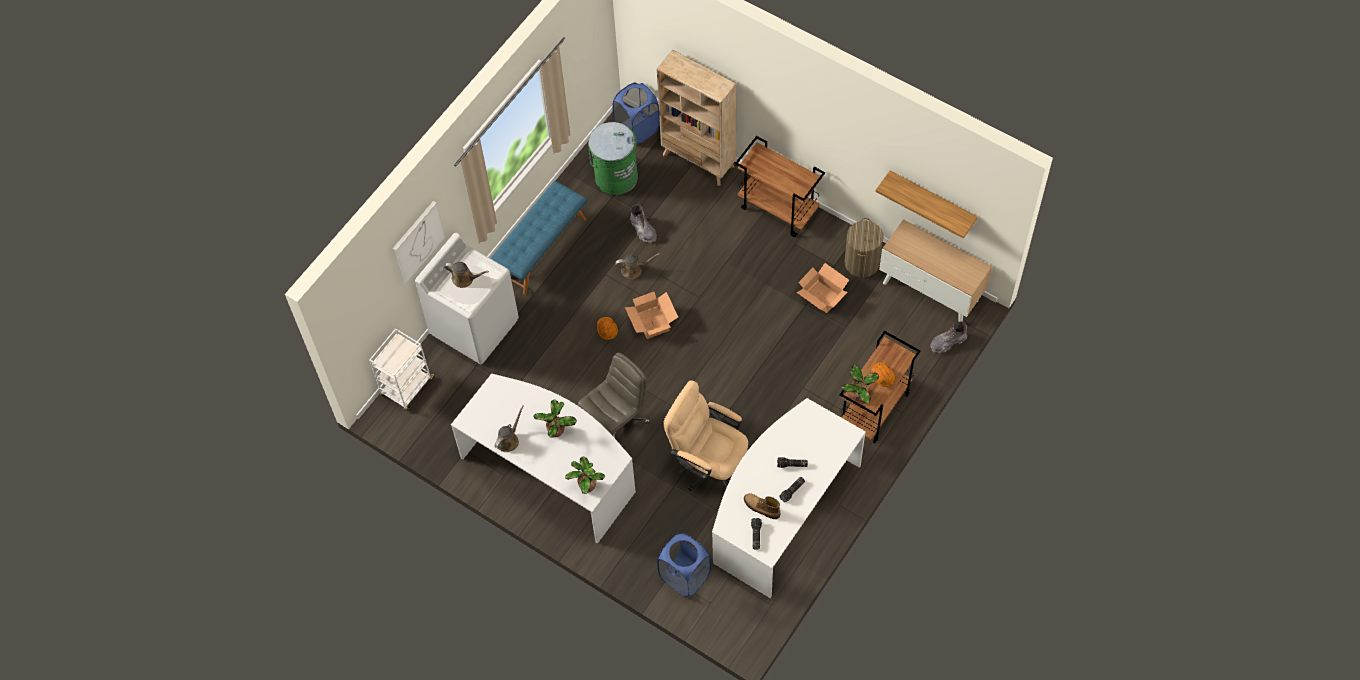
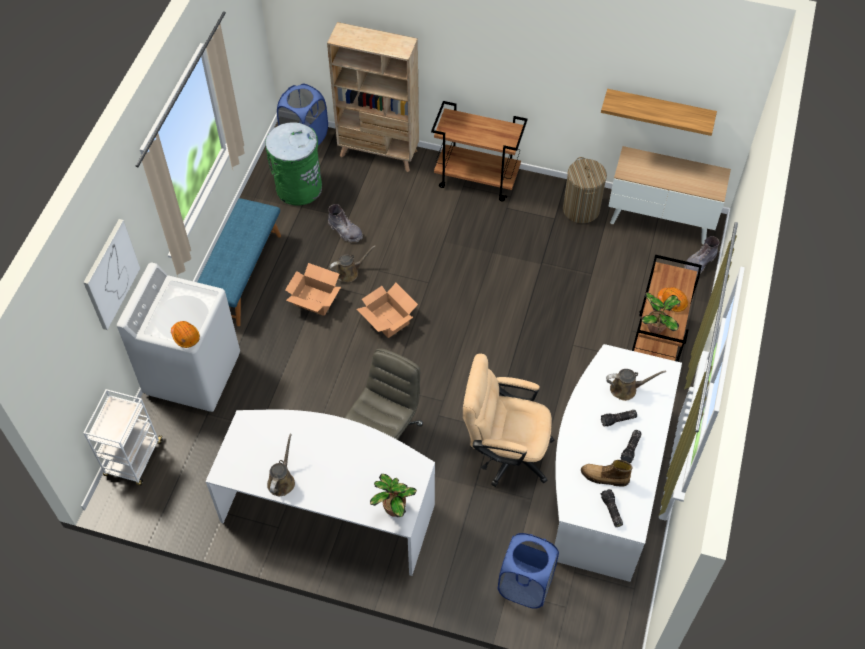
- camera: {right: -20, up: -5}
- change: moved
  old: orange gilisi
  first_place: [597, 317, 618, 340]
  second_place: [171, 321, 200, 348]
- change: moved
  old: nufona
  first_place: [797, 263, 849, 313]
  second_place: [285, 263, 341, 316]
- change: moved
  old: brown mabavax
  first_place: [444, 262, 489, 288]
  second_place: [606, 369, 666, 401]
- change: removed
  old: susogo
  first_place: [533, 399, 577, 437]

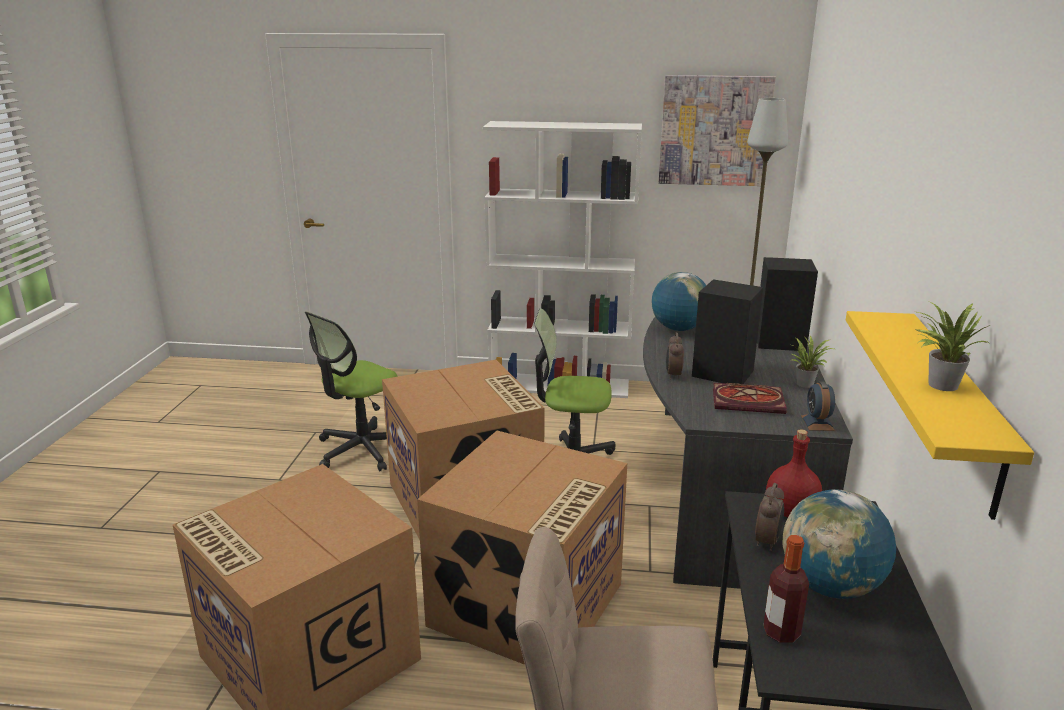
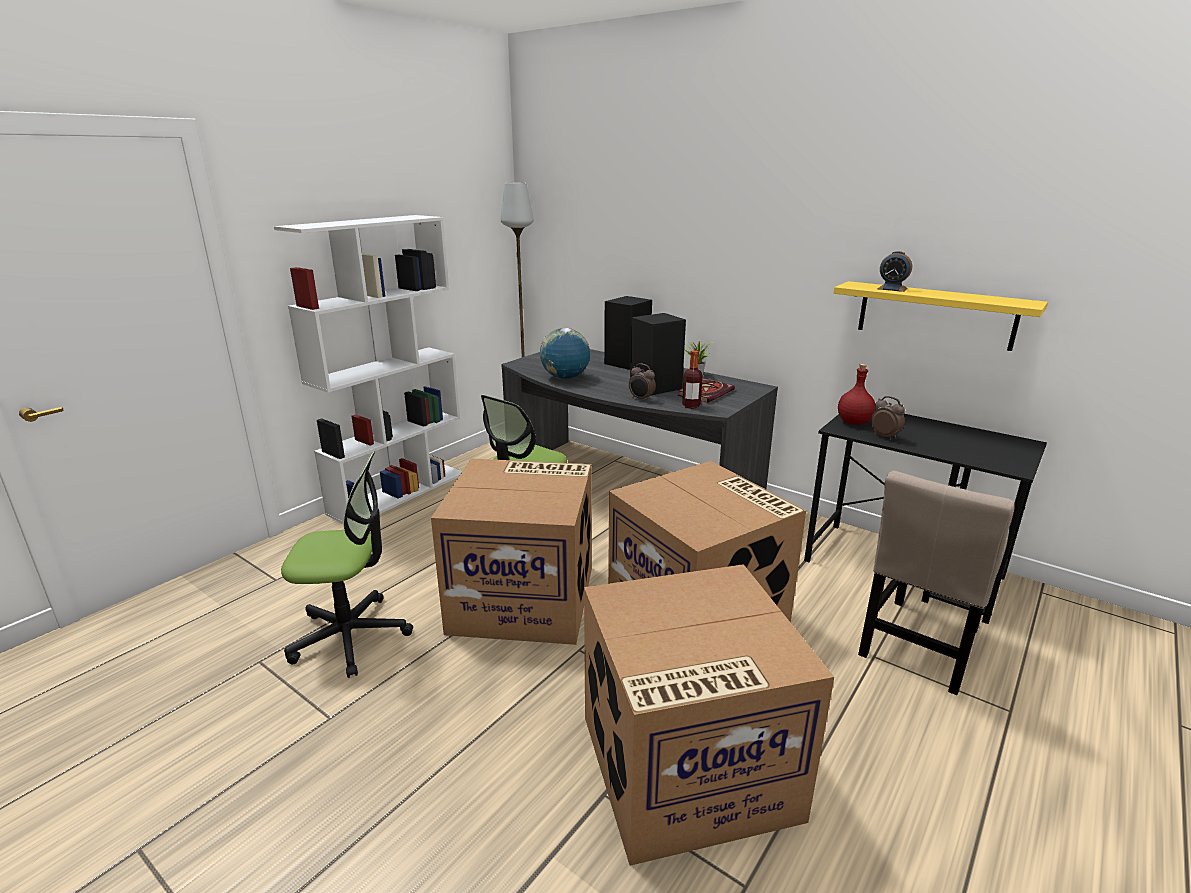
- camera: {right: -60, up: 0}
- change: turned
  old: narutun
  first_place: [305, 311, 398, 471]
  second_place: [281, 451, 413, 678]
  degrees: -75
- change: moved
  old: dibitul
  first_place: [763, 535, 809, 643]
  second_place: [682, 350, 703, 409]
- change: moved
  old: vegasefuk
  first_place: [801, 381, 835, 431]
  second_place: [878, 251, 912, 292]
- change: removed
  old: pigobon
  first_place: [659, 75, 776, 186]
- change: removed
  old: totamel
  first_place: [782, 489, 896, 599]
- change: removed
  old: susogo
  first_place: [914, 302, 990, 391]

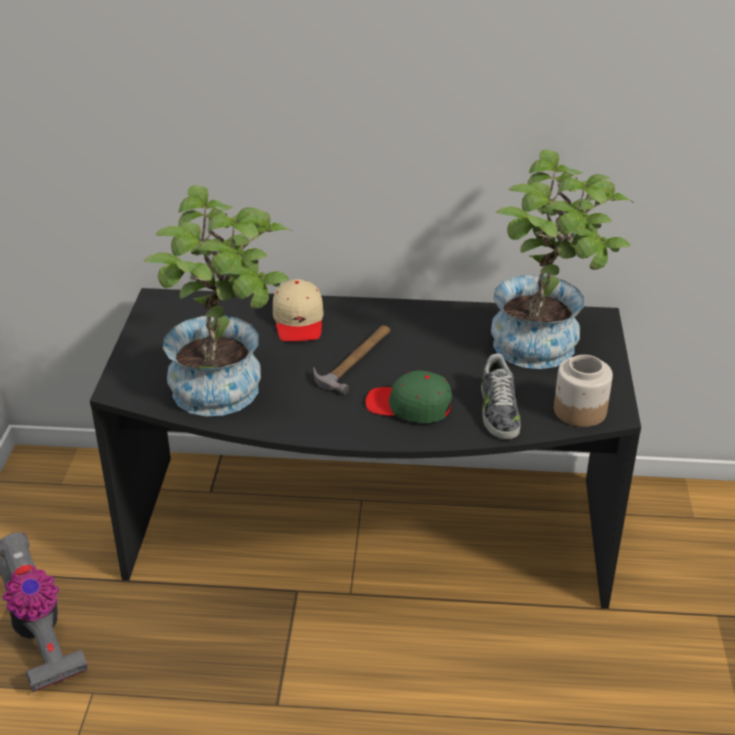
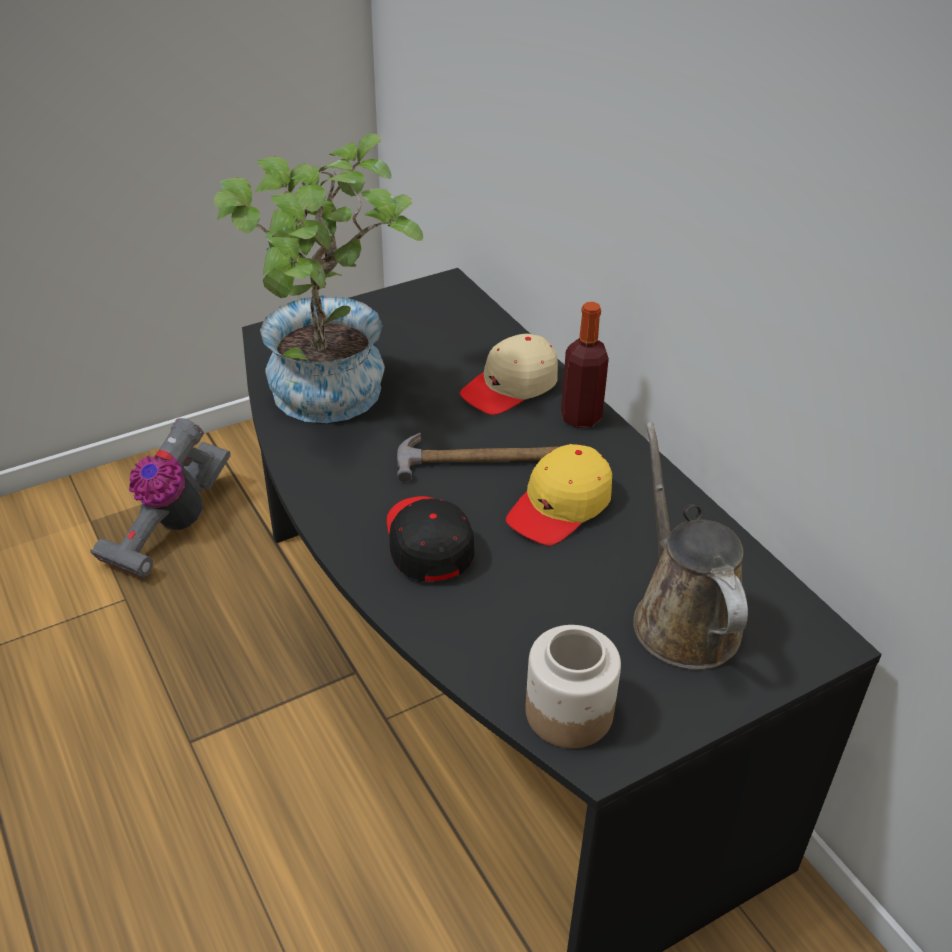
- camera: {right: 55, up: 5}
- change: recoloured
  old: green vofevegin
  new: black vofevegin
  first_place: [366, 371, 452, 423]
  second_place: [387, 496, 475, 582]
- change: added
  new: yellow vofevegin
  second_place: [506, 444, 612, 546]
- change: added
  new: dibitul
  second_place: [561, 302, 609, 428]
- change: replaced
  old: susogo
  new: brown mabavax
  first_place: [491, 150, 634, 369]
  second_place: [633, 422, 748, 670]
- change: removed
  old: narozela
  first_place: [481, 353, 520, 439]

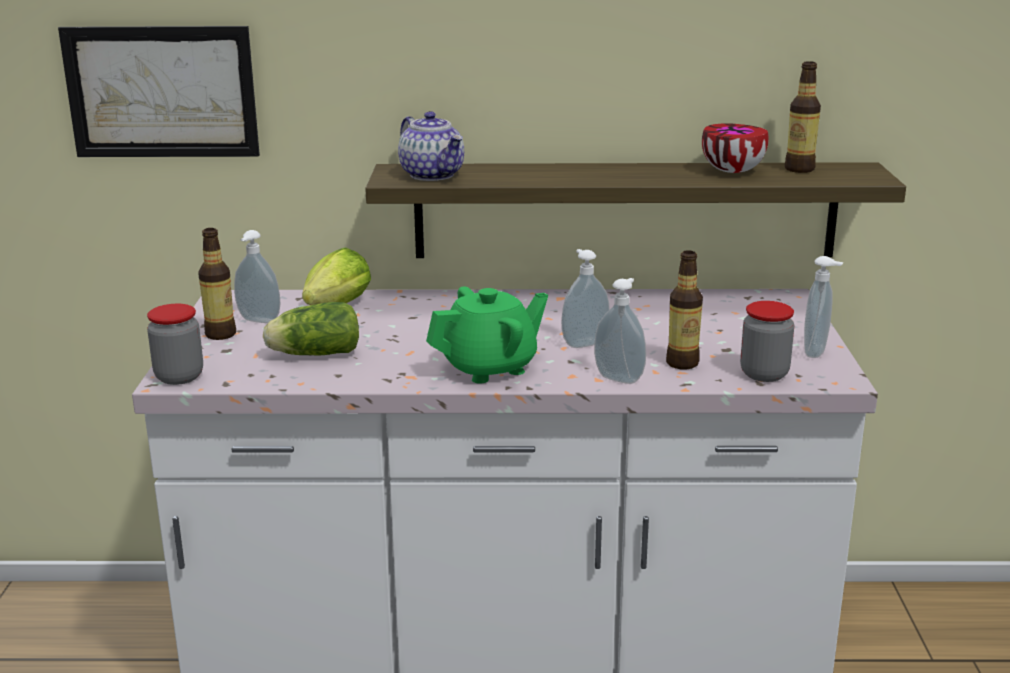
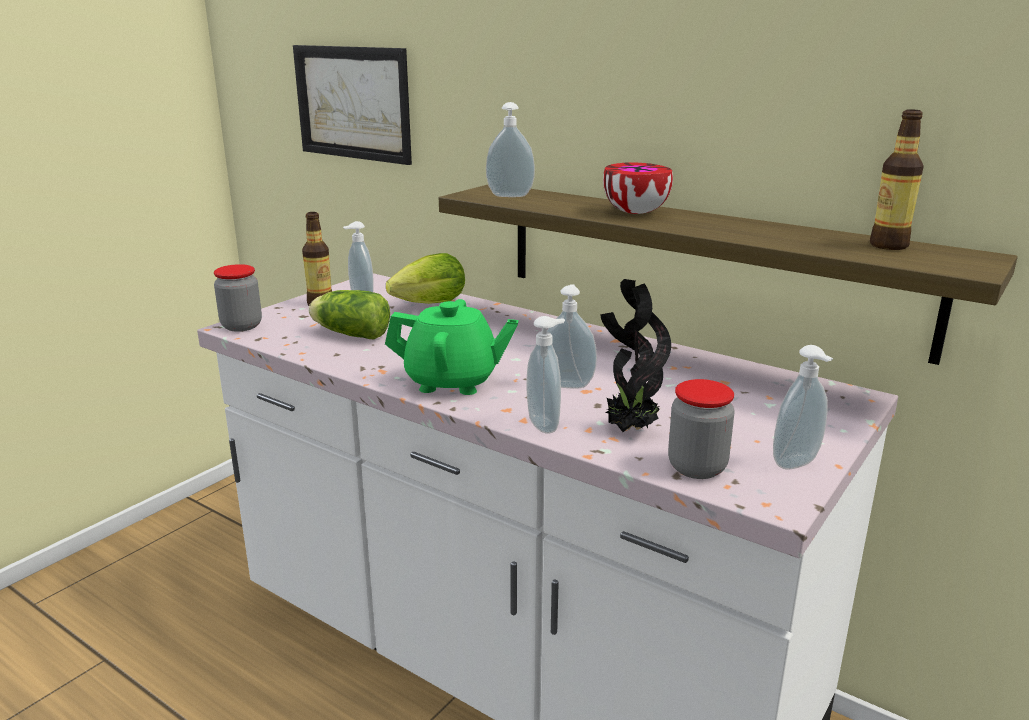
- camera: {right: 35, up: 0}
- change: replaced
  old: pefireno
  new: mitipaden
  first_place: [398, 111, 464, 181]
  second_place: [486, 102, 535, 197]
- change: replaced
  old: dibitul
  new: susogo
  first_place: [666, 250, 703, 369]
  second_place: [600, 279, 671, 432]
- change: moved
  old: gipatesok
  first_place: [702, 123, 769, 173]
  second_place: [603, 162, 673, 214]

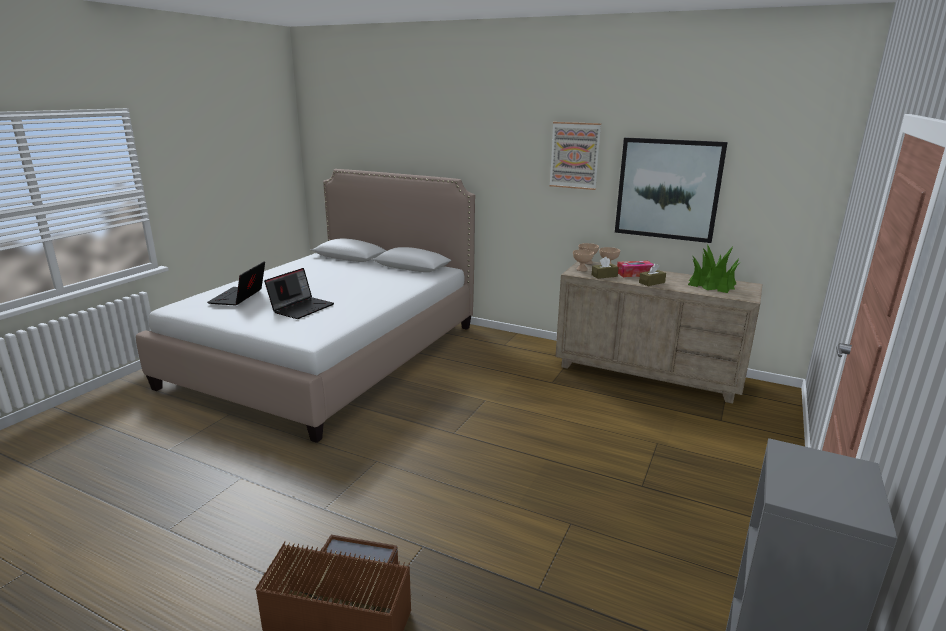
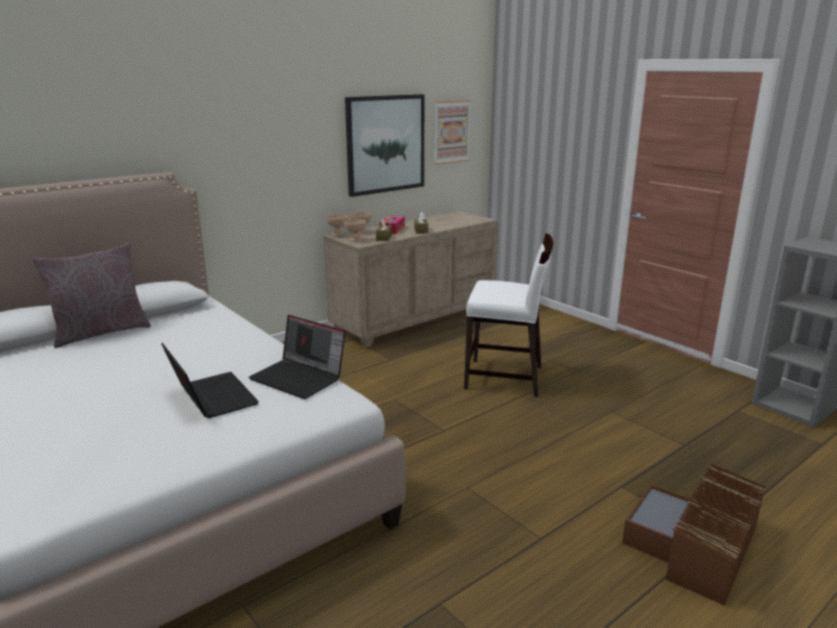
- camera: {right: -65, up: 0}
- change: added
  new: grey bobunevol
  second_place: [31, 242, 151, 348]
- change: moved
  old: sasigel
  first_place: [207, 261, 265, 306]
  second_place: [248, 315, 346, 399]
- change: moved
  old: pigobon
  first_place: [549, 122, 601, 190]
  second_place: [434, 100, 471, 165]
- change: added
  new: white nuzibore
  second_place: [464, 233, 553, 397]
- change: removed
  old: susogo
  first_place: [688, 244, 739, 293]

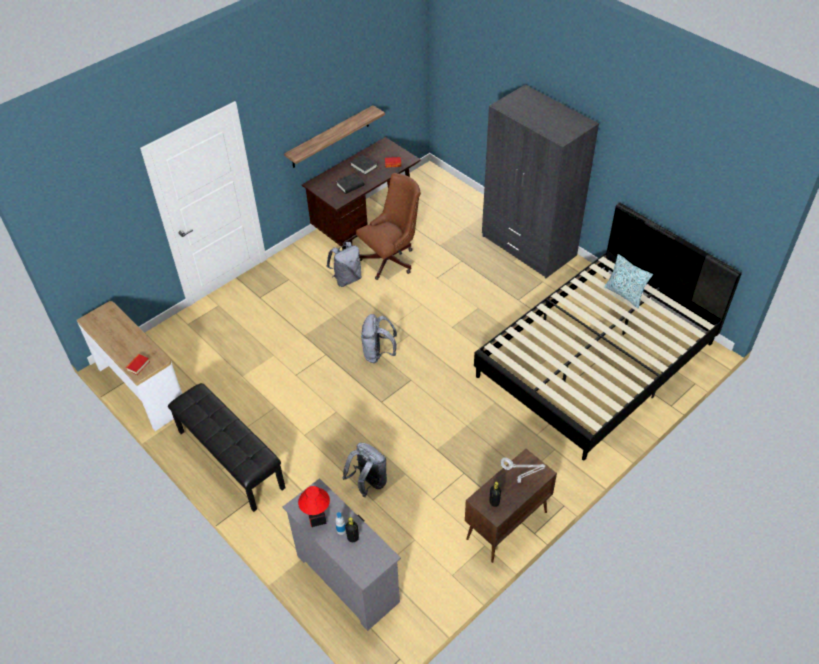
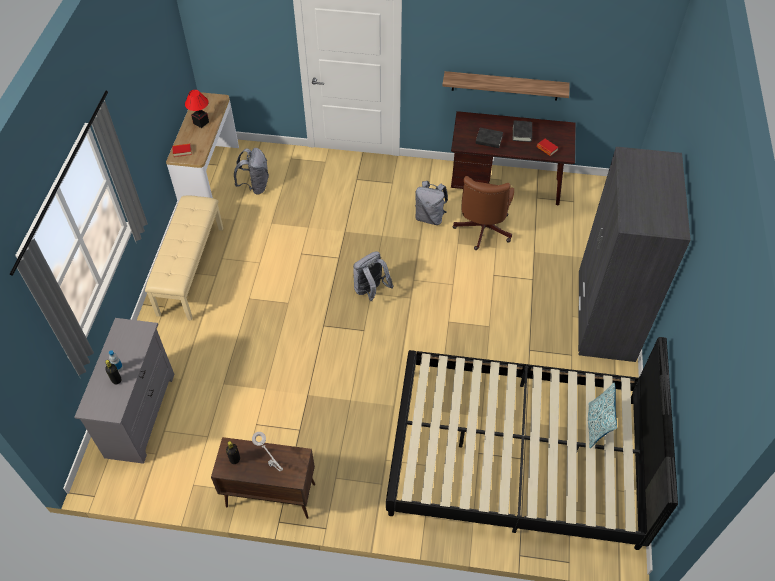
- camera: {right: 50, up: 5}
- change: recoloured
  old: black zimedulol
  new: beige zimedulol
  first_place: [168, 383, 285, 512]
  second_place: [145, 195, 223, 321]
- change: moved
  old: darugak
  first_place: [298, 486, 330, 527]
  second_place: [185, 90, 209, 128]
- change: moved
  old: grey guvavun
  first_place: [342, 443, 387, 497]
  second_place: [234, 148, 269, 195]
- change: turned
  old: brown narutun
  first_place: [356, 173, 421, 280]
  second_place: [453, 176, 514, 250]
  degrees: 90

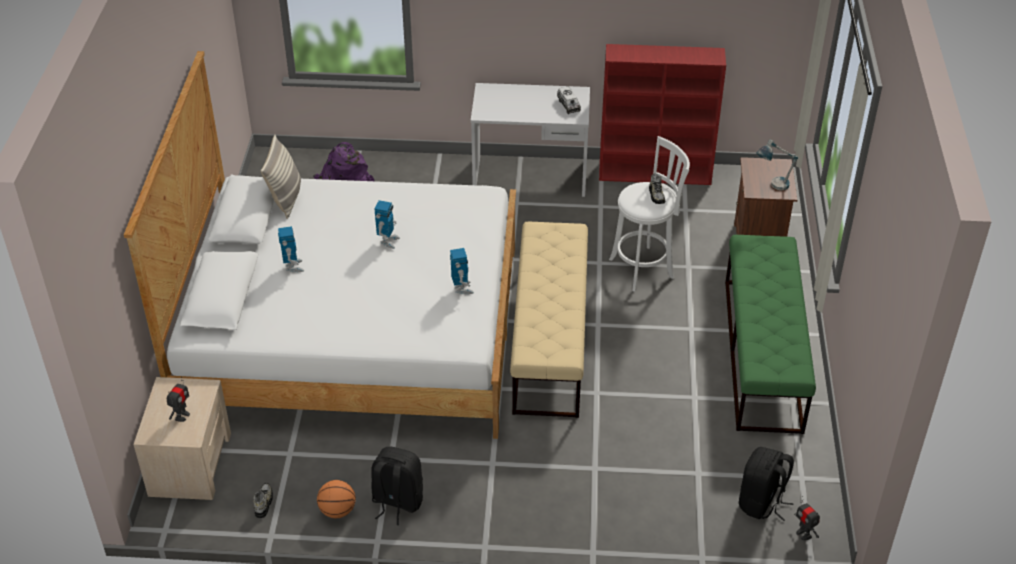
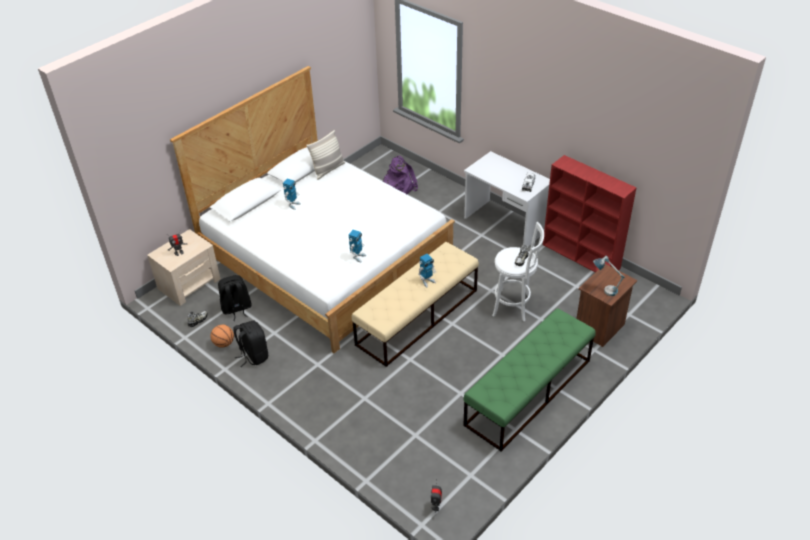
- camera: {right: 40, up: 0}
- change: moved
  old: black guvavun
  first_place: [739, 447, 794, 521]
  second_place: [218, 275, 252, 321]
- change: moved
  old: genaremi
  first_place: [374, 200, 400, 249]
  second_place: [418, 254, 437, 287]

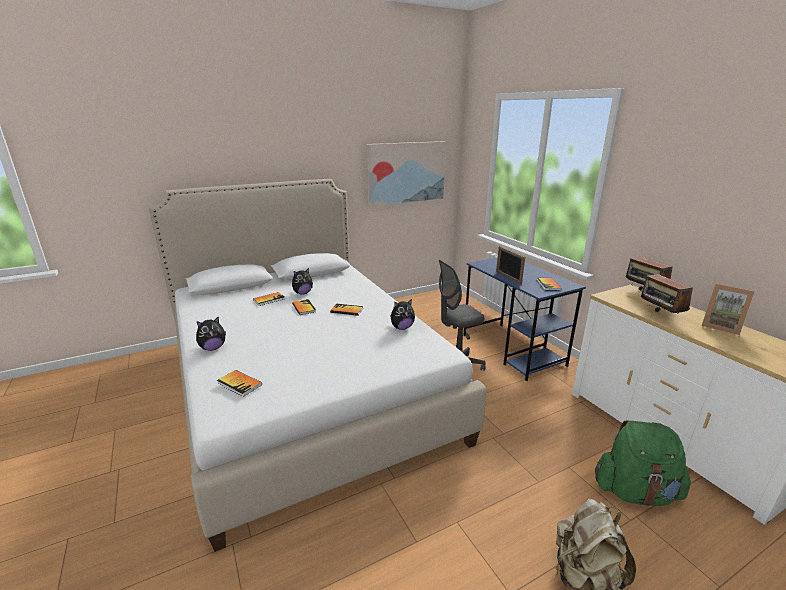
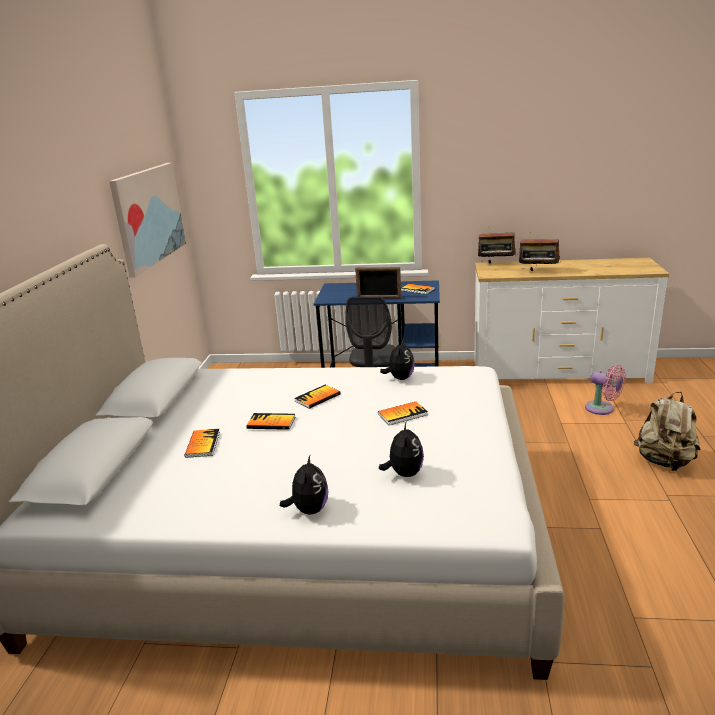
- camera: {right: -55, up: 0}
- change: moved
  old: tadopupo
  first_place: [217, 370, 262, 397]
  second_place: [378, 402, 428, 425]
- change: moved
  old: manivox
  first_place: [292, 268, 313, 295]
  second_place: [379, 421, 424, 477]
- change: replaced
  old: green guvavun
  new: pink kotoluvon
  first_place: [595, 421, 691, 506]
  second_place: [585, 365, 626, 415]
- change: removed
  old: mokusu
  first_place: [702, 284, 754, 335]

